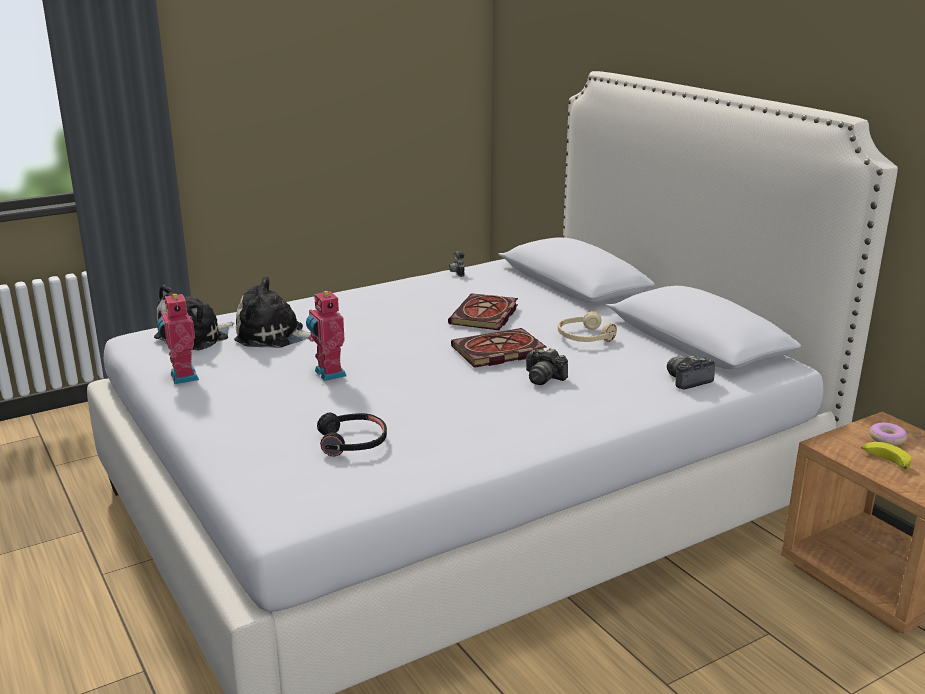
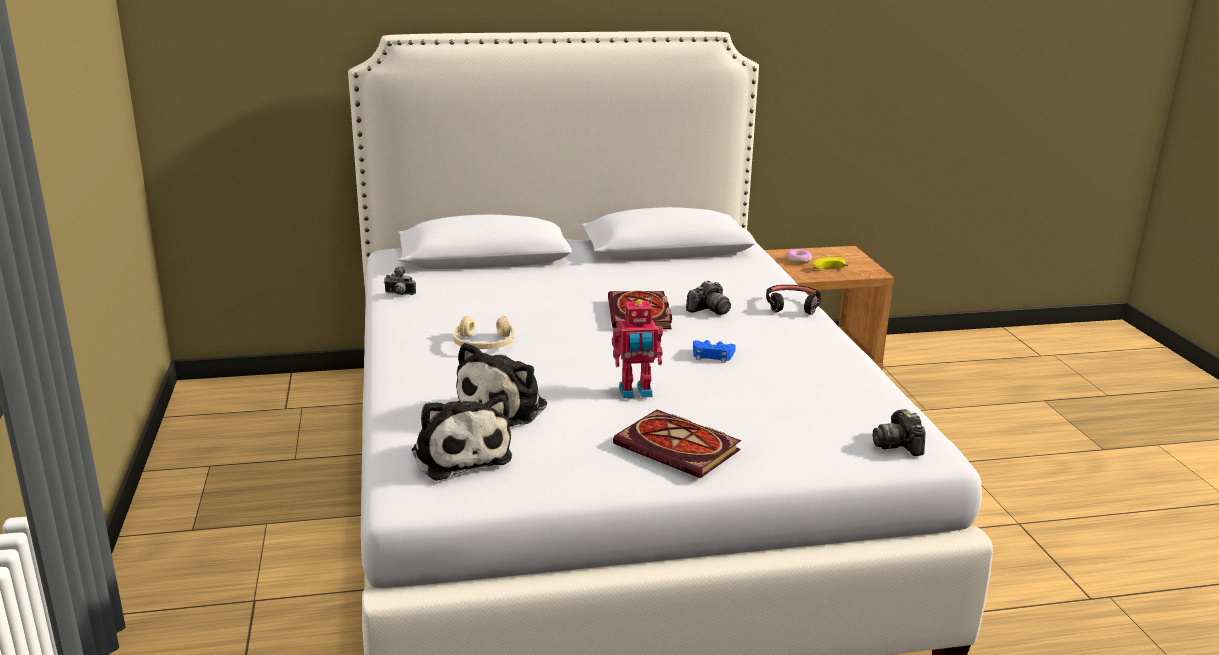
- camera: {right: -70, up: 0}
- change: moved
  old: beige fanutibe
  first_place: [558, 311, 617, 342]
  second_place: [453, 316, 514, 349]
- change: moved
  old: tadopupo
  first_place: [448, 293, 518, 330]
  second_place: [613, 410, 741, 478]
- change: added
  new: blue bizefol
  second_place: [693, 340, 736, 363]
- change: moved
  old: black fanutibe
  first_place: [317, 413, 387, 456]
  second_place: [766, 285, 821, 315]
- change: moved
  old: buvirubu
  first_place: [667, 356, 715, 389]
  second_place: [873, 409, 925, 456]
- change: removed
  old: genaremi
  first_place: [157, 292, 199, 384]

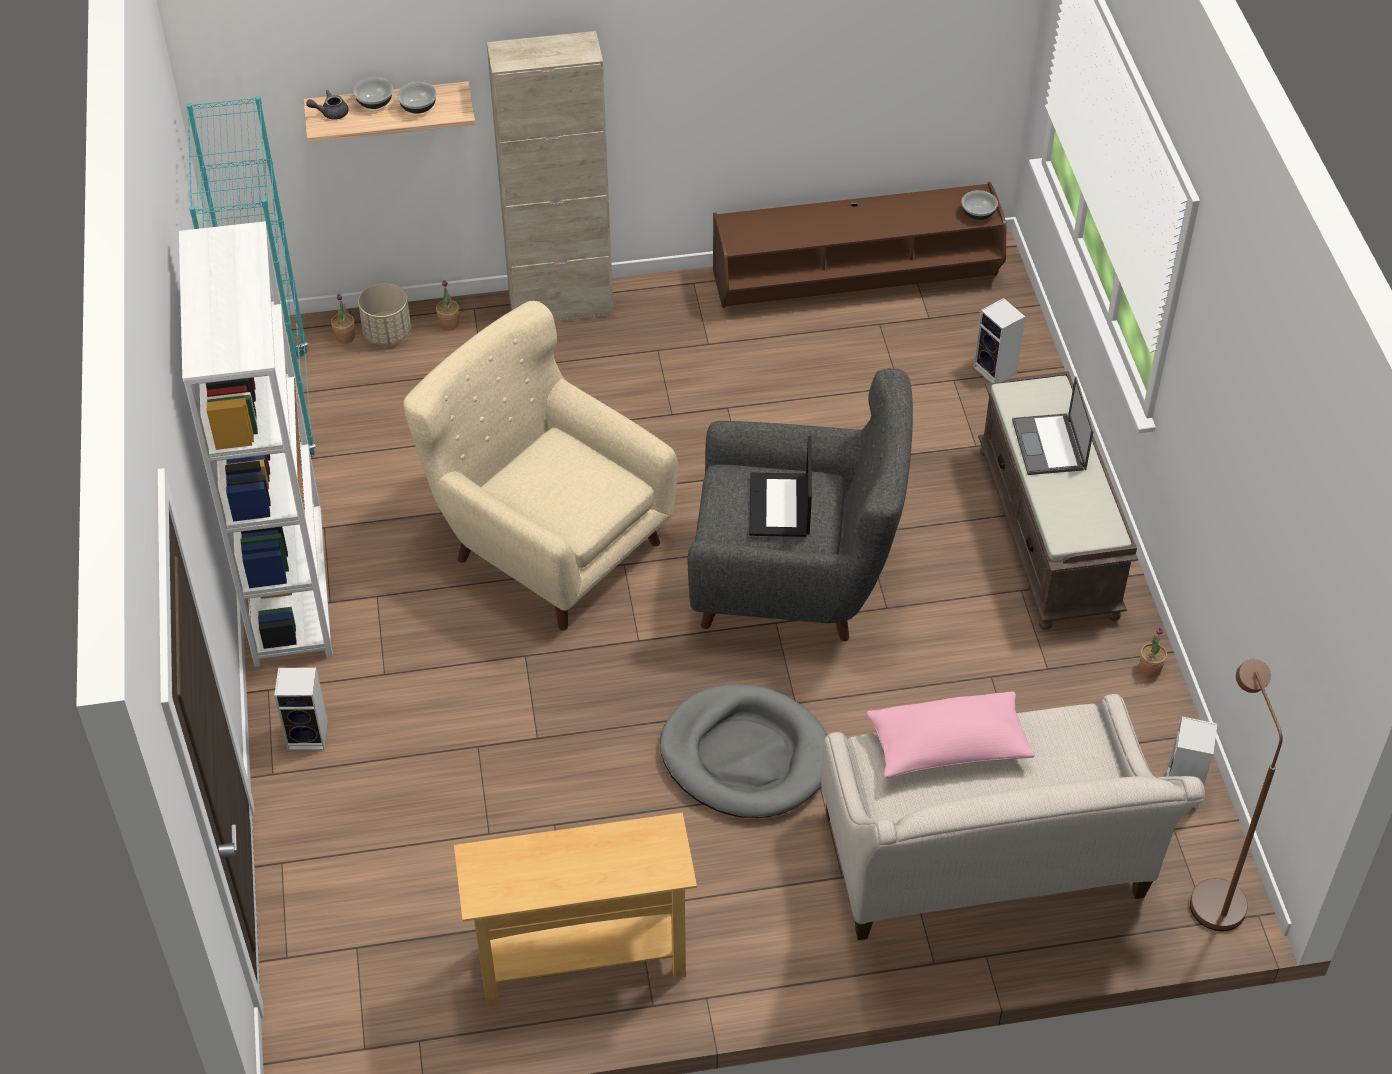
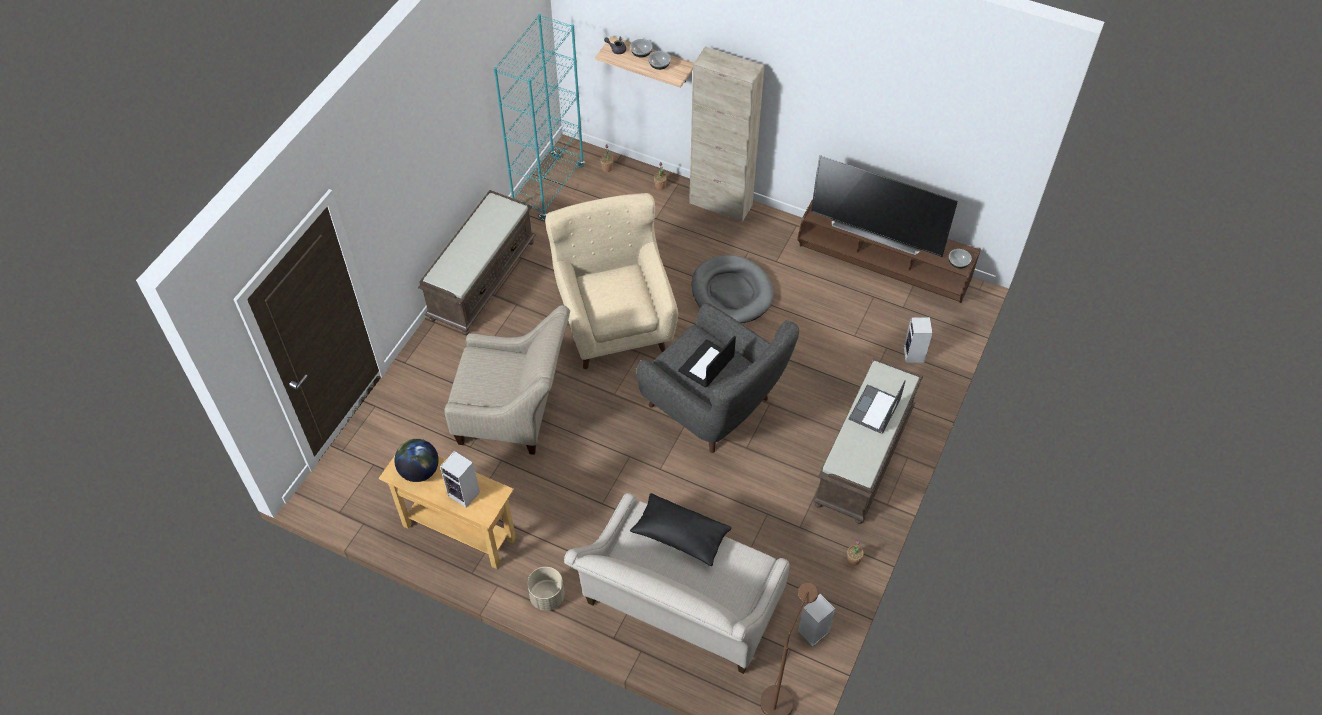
- camera: {right: 35, up: 5}
- change: added
  new: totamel
  second_place: [394, 439, 439, 482]
- change: replaced
  old: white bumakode
  new: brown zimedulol
  first_place: [179, 221, 333, 667]
  second_place: [418, 190, 536, 335]
- change: moved
  old: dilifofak
  first_place: [274, 667, 328, 750]
  second_place: [440, 451, 480, 508]
- change: added
  new: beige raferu
  second_place: [445, 305, 570, 455]
- change: moved
  old: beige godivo
  first_place: [358, 283, 411, 345]
  second_place: [527, 567, 564, 611]
- change: recoloured
  old: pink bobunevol
  new: black bobunevol
  first_place: [867, 691, 1035, 778]
  second_place: [630, 493, 732, 566]
- change: moved
  old: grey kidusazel
  first_place: [660, 684, 827, 818]
  second_place: [692, 255, 774, 323]
- change: added
  new: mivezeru
  second_place: [811, 155, 958, 257]

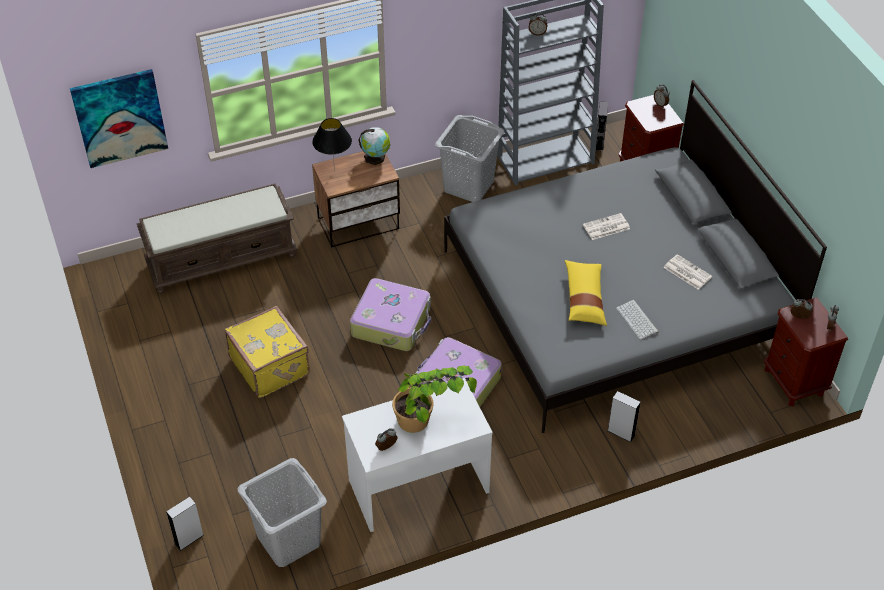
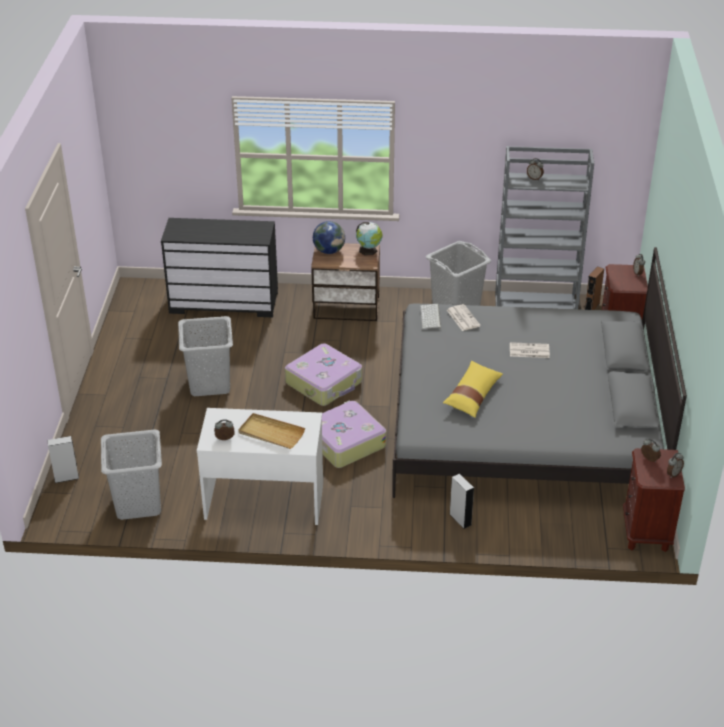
- camera: {right: 25, up: -10}
- change: replaced
  old: brown zimedulol
  new: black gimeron
  first_place: [137, 183, 297, 294]
  second_place: [161, 218, 278, 318]
- change: replaced
  old: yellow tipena
  new: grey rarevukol
  first_place: [225, 306, 310, 398]
  second_place: [178, 316, 233, 396]
- change: replaced
  old: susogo
  new: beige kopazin
  first_place: [392, 366, 477, 433]
  second_place: [238, 413, 305, 449]
- change: replaced
  old: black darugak
  new: totamel
  first_place: [312, 118, 352, 172]
  second_place: [313, 221, 345, 254]
- change: moved
  old: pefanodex
  first_place: [616, 300, 659, 340]
  second_place: [420, 304, 441, 329]
- change: moved
  old: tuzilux
  first_place: [664, 254, 712, 290]
  second_place: [447, 304, 481, 331]
- change: recoloured
  old: grey dilifofak
  new: brown dilifofak
  first_place: [596, 101, 608, 151]
  second_place: [584, 266, 604, 310]
- change: removed
  old: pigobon
  first_place: [70, 69, 168, 168]

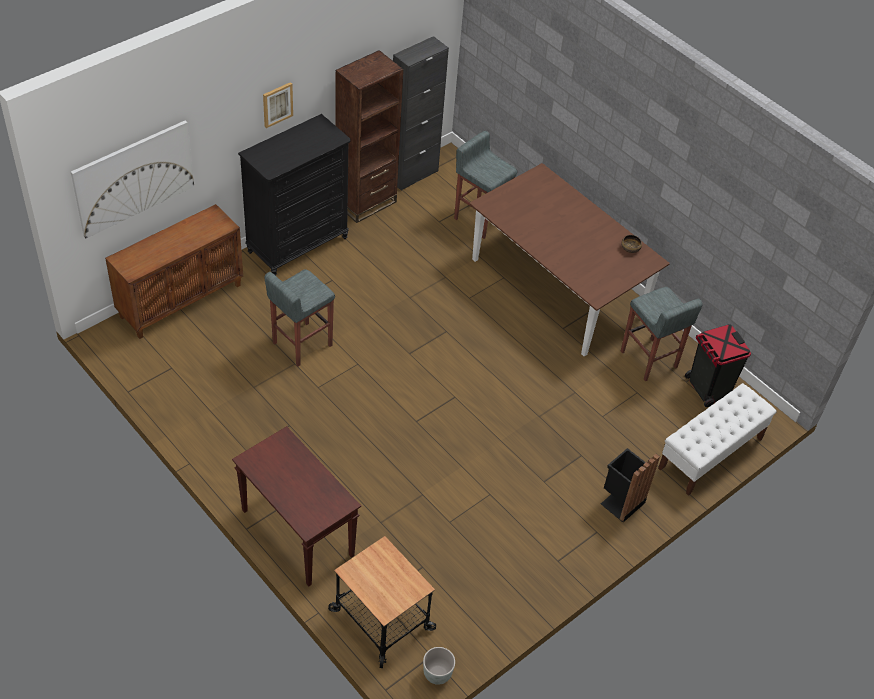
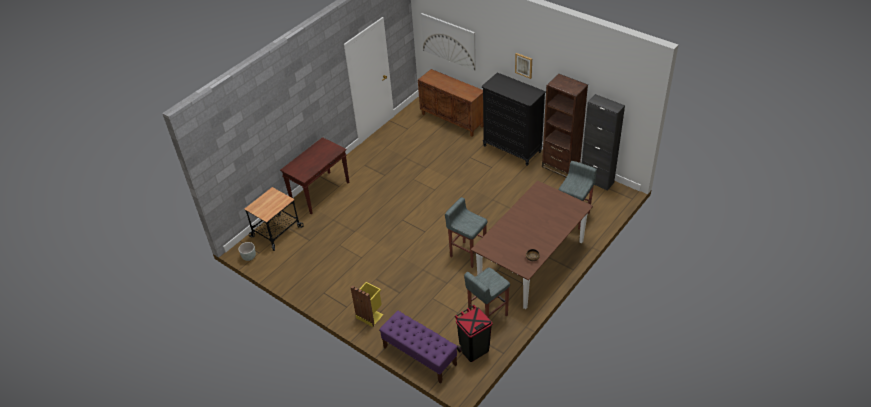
- camera: {right: 85, up: -5}
- change: recoloured
  old: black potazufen
  new: yellow potazufen
  first_place: [601, 448, 660, 522]
  second_place: [351, 282, 383, 327]
- change: recoloured
  old: white zimedulol
  new: purple zimedulol
  first_place: [658, 383, 777, 496]
  second_place: [379, 311, 458, 384]
- change: moved
  old: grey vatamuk
  first_place: [264, 269, 335, 367]
  second_place: [445, 197, 488, 268]

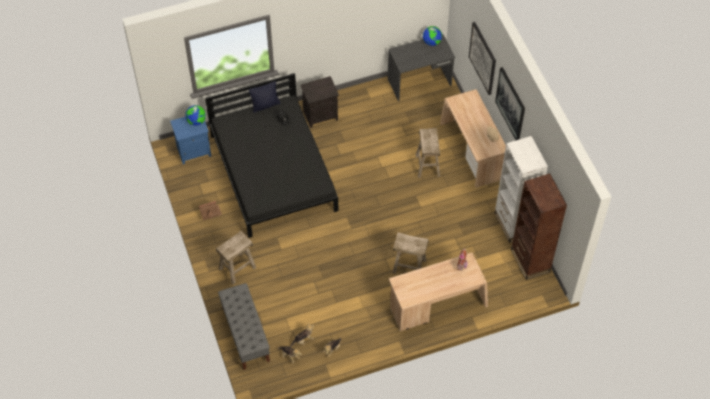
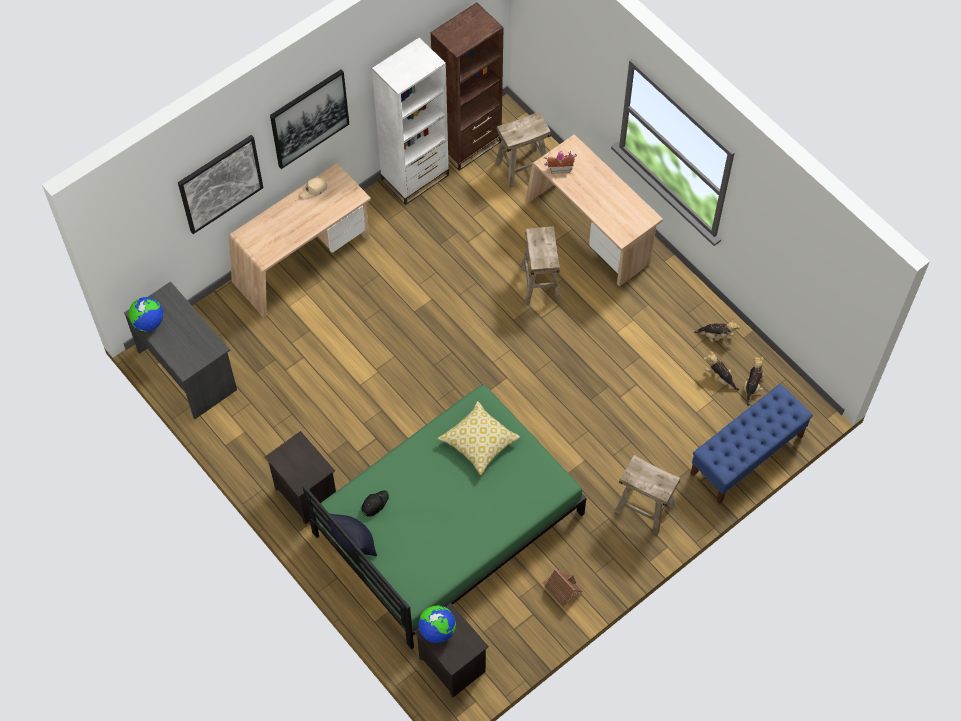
- camera: {right: -110, up: 5}
- change: recoloured
  old: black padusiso
  new: green padusiso
  first_place: [205, 73, 338, 238]
  second_place: [303, 385, 587, 649]
- change: recoloured
  old: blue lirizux
  new: black lirizux
  first_place: [170, 117, 211, 164]
  second_place: [414, 603, 489, 697]
- change: added
  new: bobunevol
  second_place: [438, 401, 520, 475]
- change: moved
  old: beige vatamuk
  first_place: [416, 128, 440, 178]
  second_place: [495, 111, 551, 188]
- change: recoloured
  old: grey zimedulol
  new: blue zimedulol
  first_place: [218, 283, 270, 370]
  second_place: [690, 384, 813, 504]

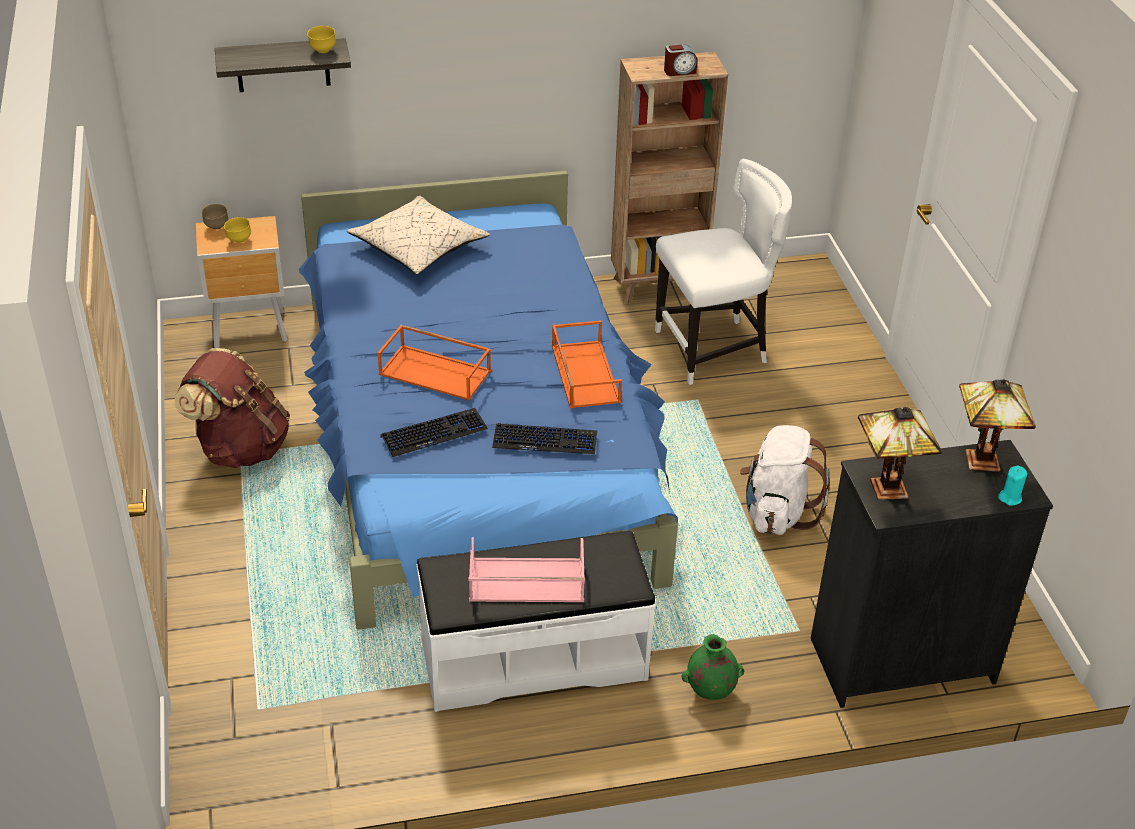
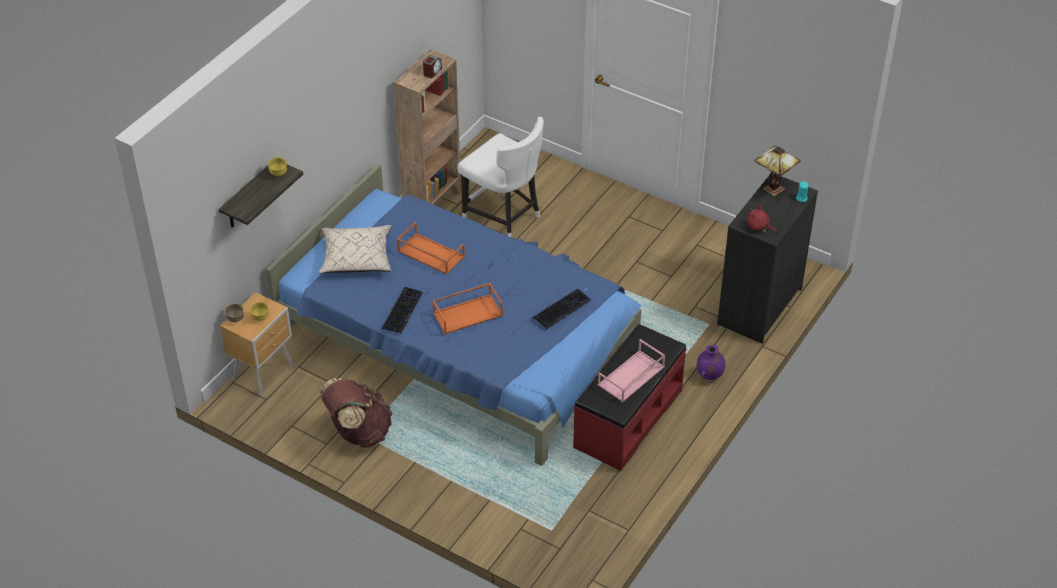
- camera: {right: -45, up: 5}
- change: moved
  old: pefanodex
  first_place: [380, 408, 488, 457]
  second_place: [382, 287, 423, 334]
- change: moved
  old: orange kopazin
  first_place: [552, 320, 622, 408]
  second_place: [397, 222, 465, 274]
- change: turned
  old: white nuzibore
  first_place: [655, 159, 792, 385]
  second_place: [457, 117, 544, 237]
  degrees: 105
- change: recoloured
  old: white zimedulol
  new: red zimedulol
  first_place: [417, 531, 656, 712]
  second_place: [573, 324, 687, 471]
- change: recoloured
  old: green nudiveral
  new: purple nudiveral
  first_place: [681, 634, 744, 700]
  second_place: [697, 345, 726, 380]
- change: replaced
  old: darugak
  new: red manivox
  first_place: [858, 407, 942, 500]
  second_place: [747, 205, 776, 233]
- change: removed
  old: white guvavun
  first_place: [740, 425, 830, 535]

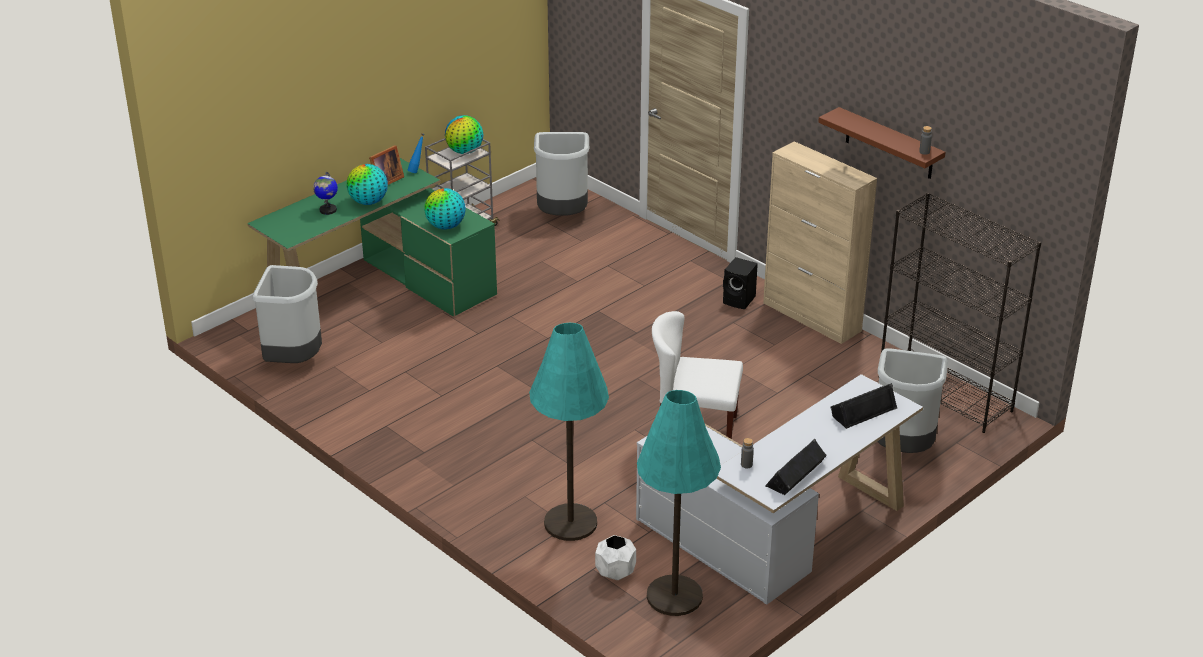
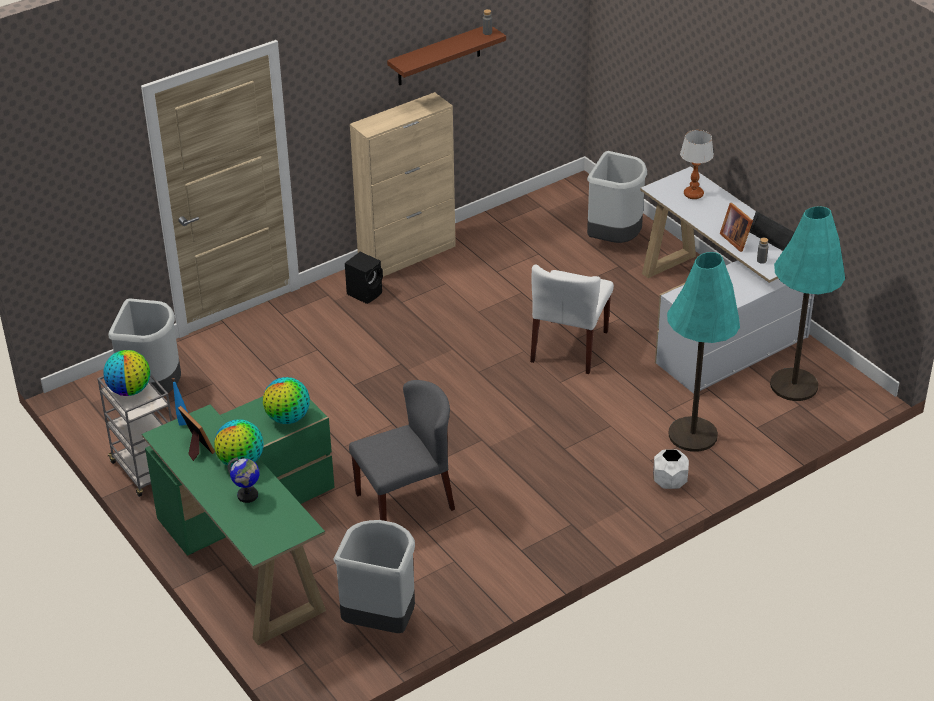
- camera: {right: -80, up: 5}
- change: added
  new: grey nuzibore
  second_place: [349, 380, 455, 521]
- change: moved
  old: white godivo
  first_place: [595, 535, 636, 580]
  second_place: [653, 449, 689, 489]
- change: replaced
  old: black dilifofak
  new: darugak
  first_place: [831, 383, 897, 429]
  second_place: [680, 130, 714, 199]
- change: added
  new: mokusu
  second_place: [720, 203, 753, 252]
- change: removed
  old: black bumakode
  first_place: [881, 193, 1041, 433]

